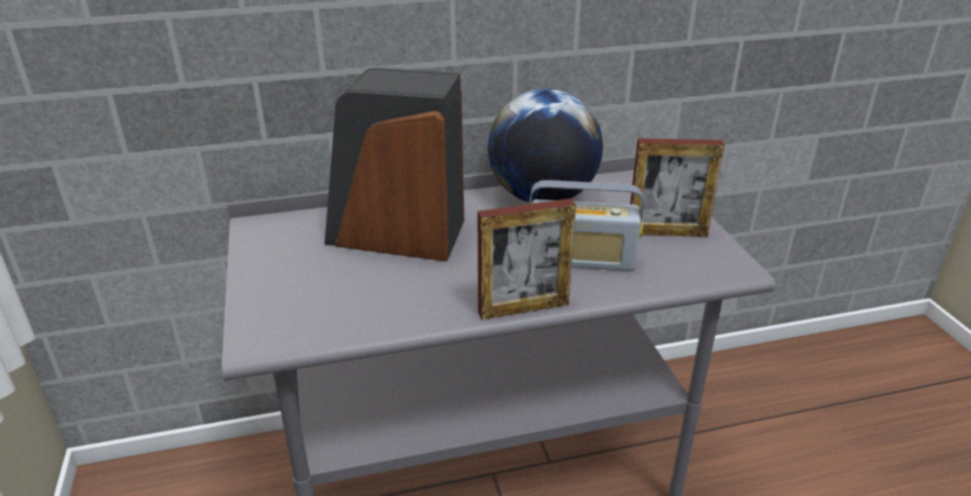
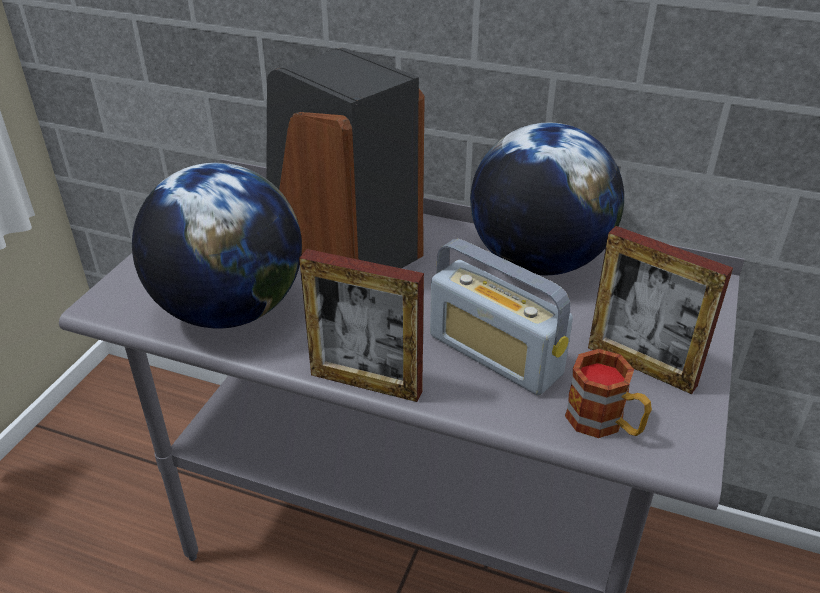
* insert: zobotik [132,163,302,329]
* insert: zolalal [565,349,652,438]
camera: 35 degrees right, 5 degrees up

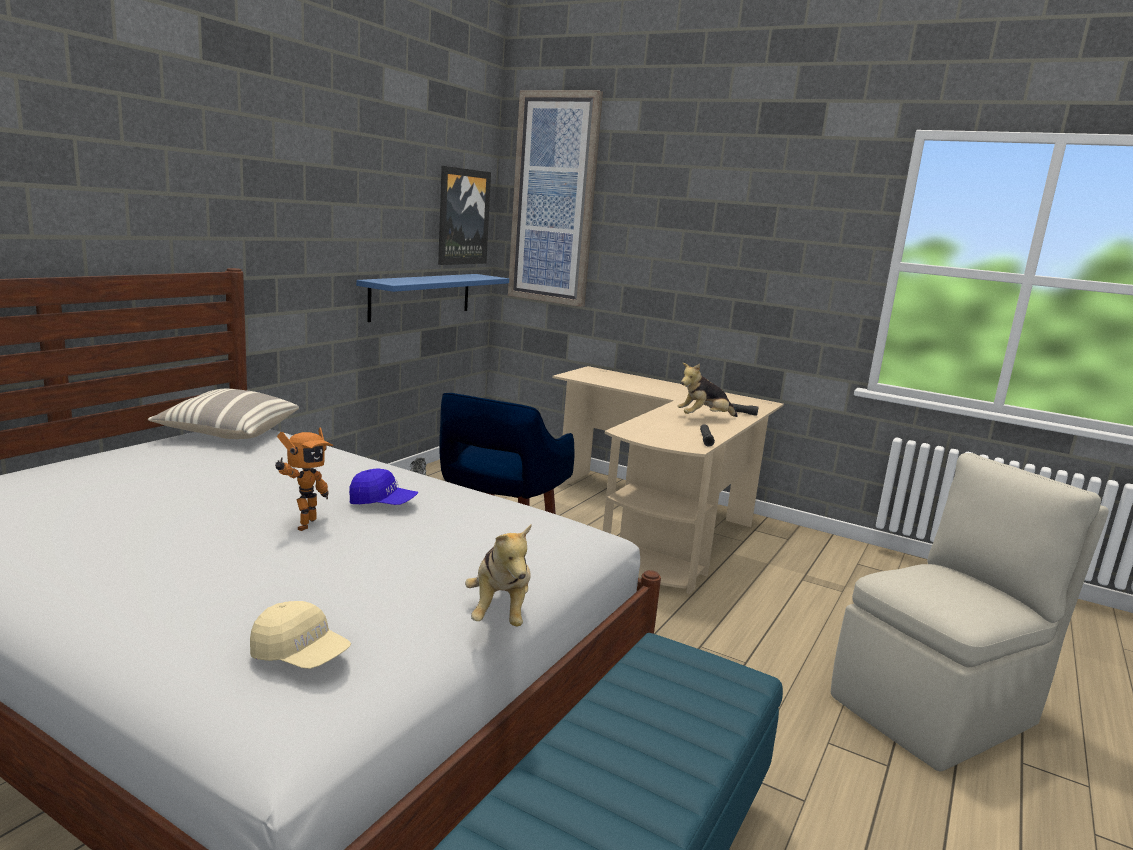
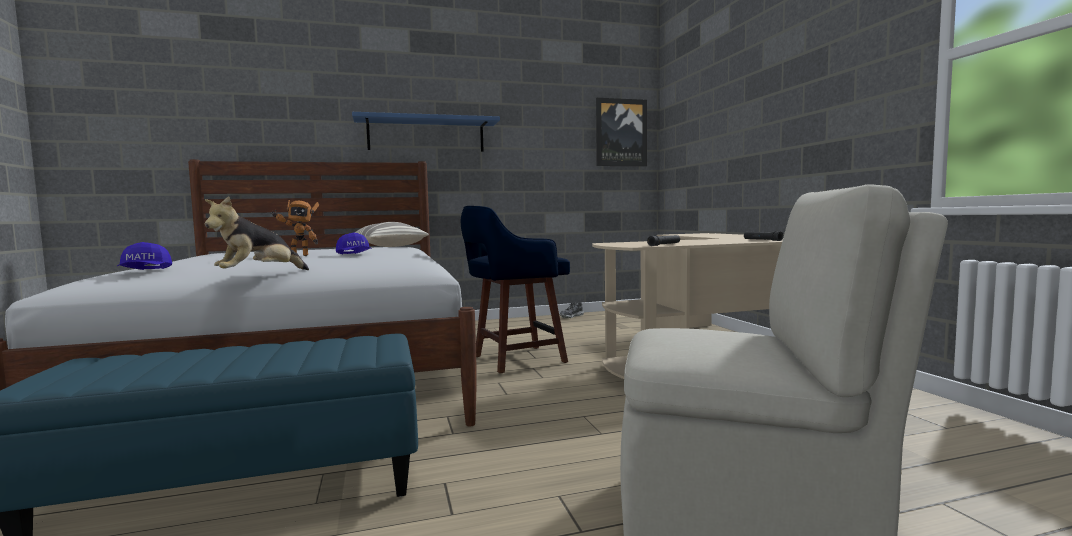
* recolor: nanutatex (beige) [250,601,351,669] to nanutatex (blue) [117,242,172,270]
* move: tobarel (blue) [356,274,509,322] to [352,112,500,152]
* delete: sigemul [508,91,603,307]
* delete: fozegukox [677,363,738,417]
camera: 45 degrees right, 10 degrees down

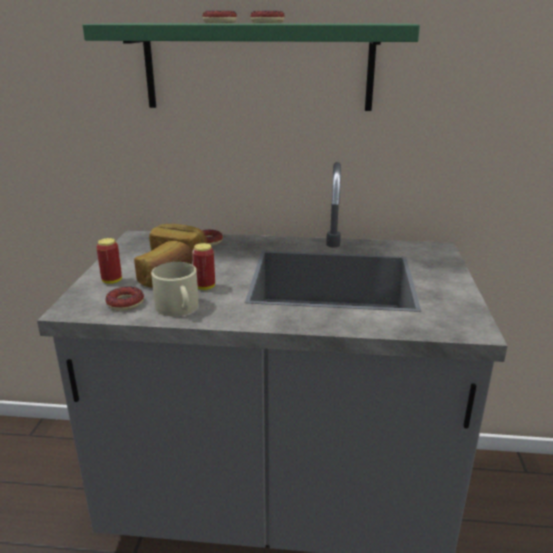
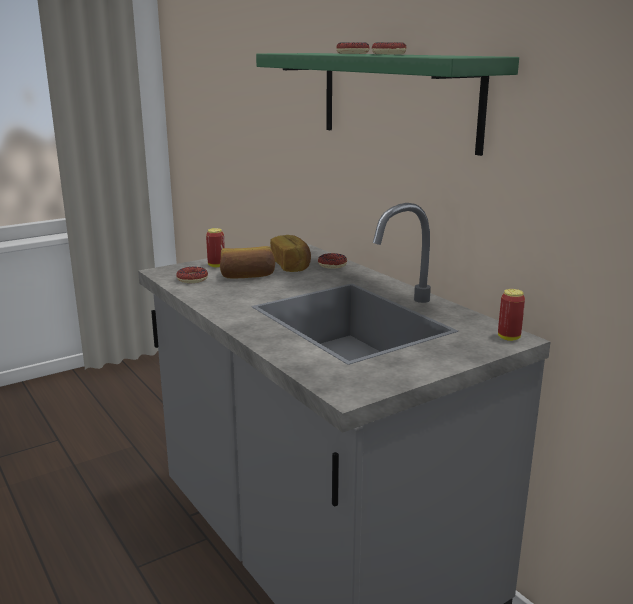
* move: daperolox [192,243,215,290] to [498,289,525,341]
* delete: zolalal (beige) [151,262,198,316]
camera: 50 degrees right, 5 degrees down

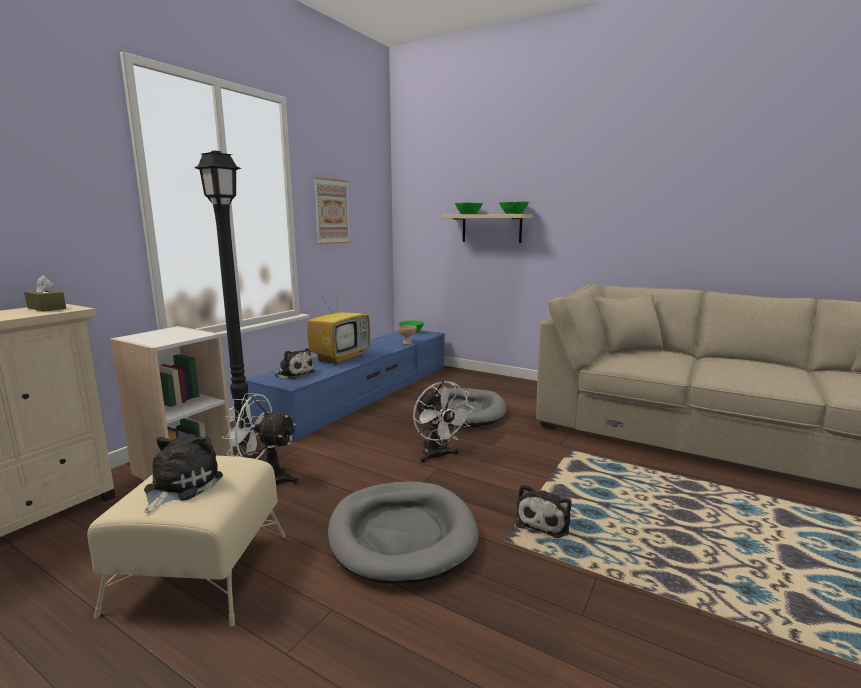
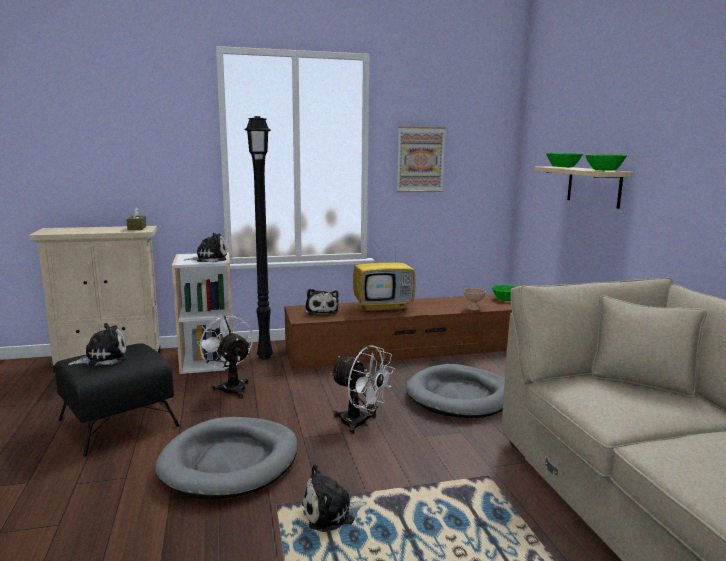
* recolor: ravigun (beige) [87,456,286,627] to ravigun (black) [55,343,180,457]
* insert: fozegukox [183,233,227,262]
* recolor: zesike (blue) [245,330,445,441] to zesike (brown) [284,295,512,369]
* rotate: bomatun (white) [413,381,475,463] = [330,345,395,434] 75 degrees counterclockwise
camera: 45 degrees right, 0 degrees up

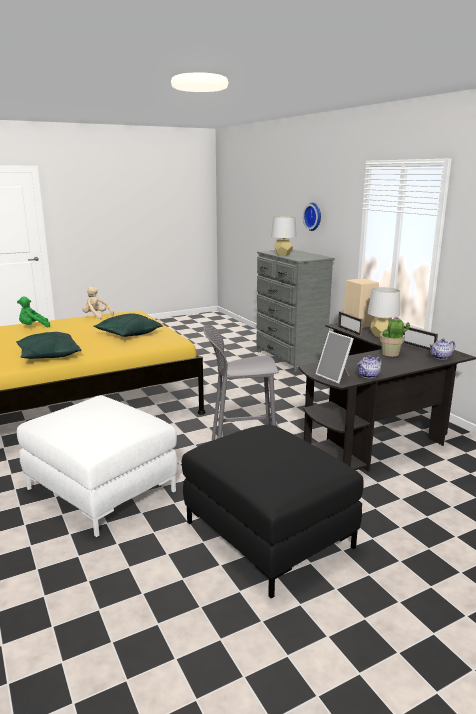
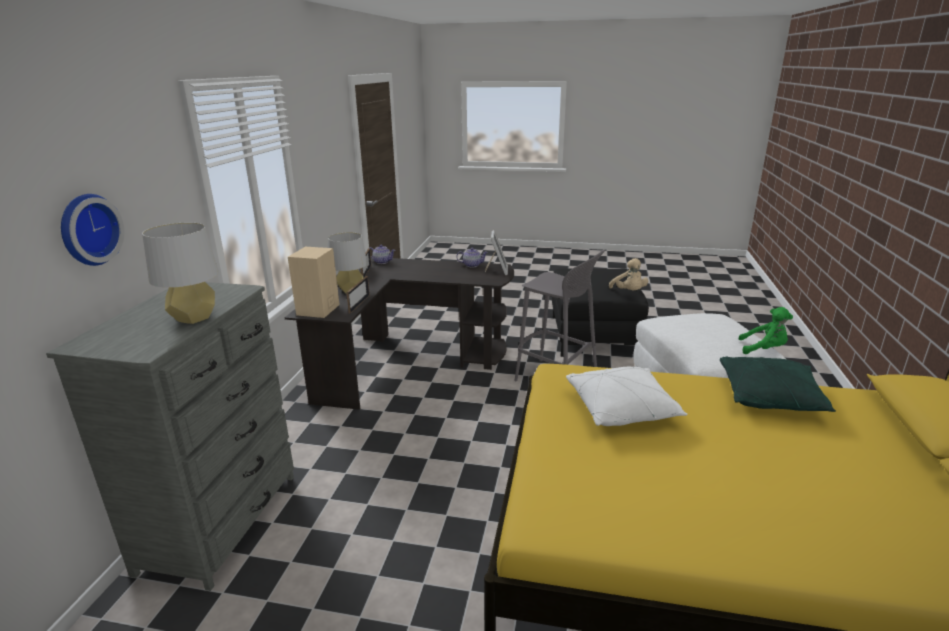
* recolor: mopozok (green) [93,313,163,337] to mopozok (white) [566,367,688,426]
* move: fozegukox (beige) [82,287,114,319] to [609,258,648,290]
* move: fozegukox (green) [17,297,50,327] to [738,307,793,354]
* delete: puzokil [380,316,410,357]
camera: 140 degrees left, 5 degrees up

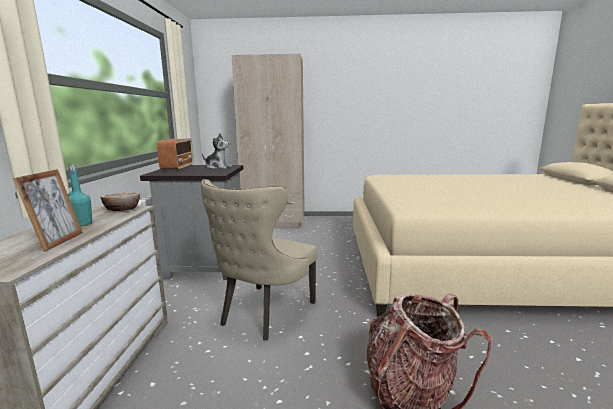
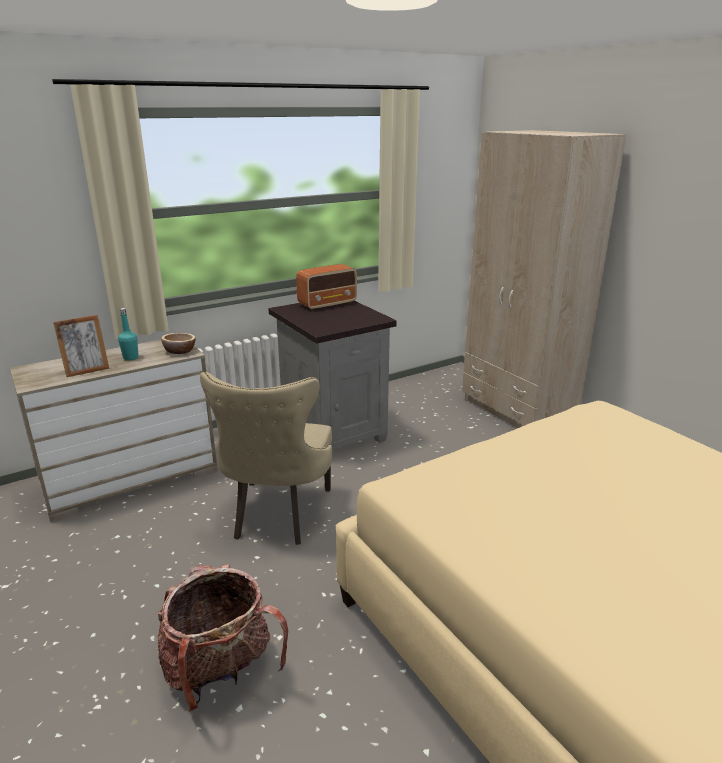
* rotate: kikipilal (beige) [201,179,317,341] = [200,371,332,545] 75 degrees counterclockwise
* delete: fozegukox [202,133,232,169]
camera: 55 degrees right, 10 degrees up

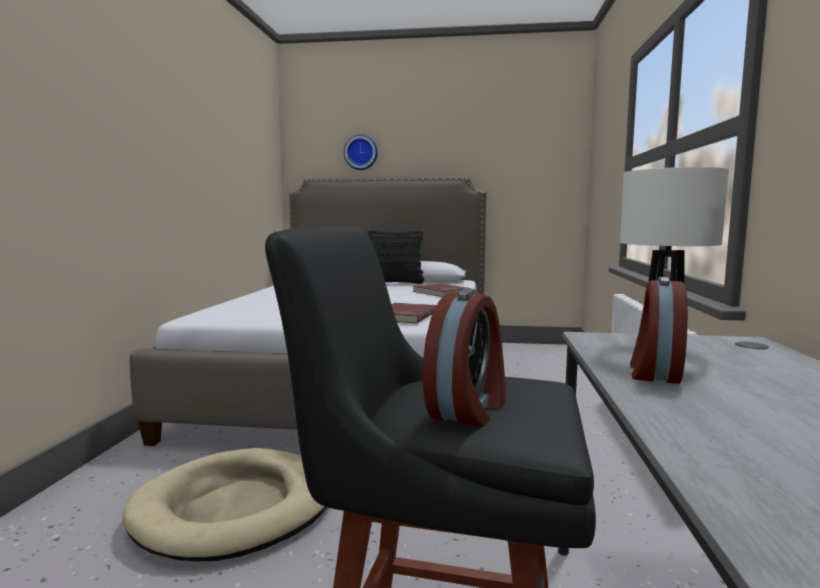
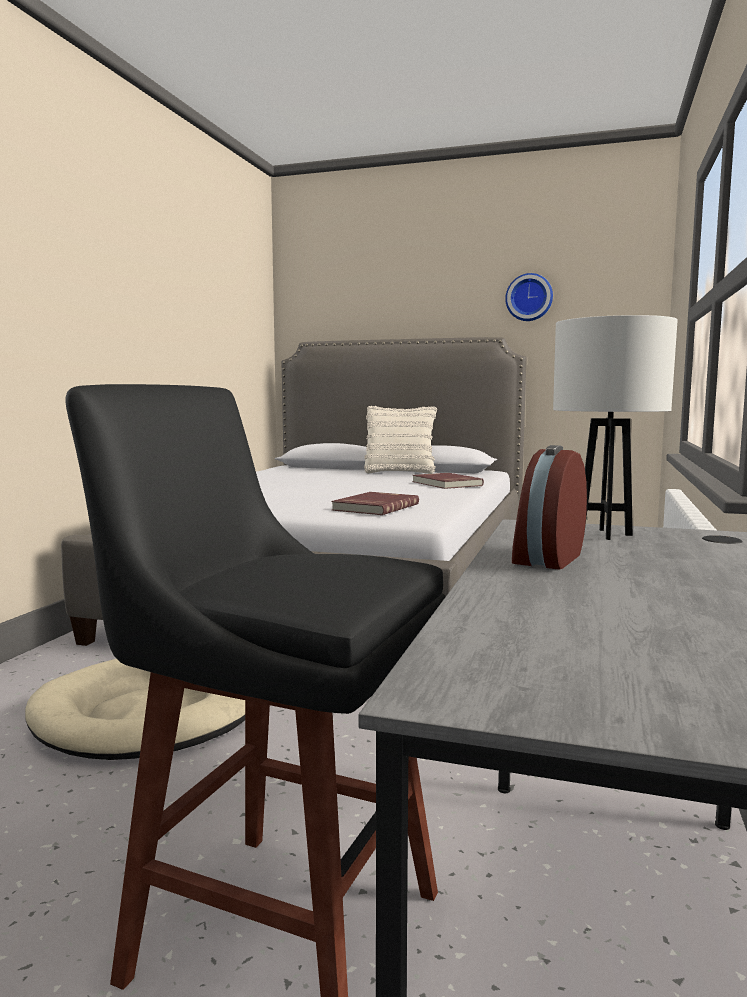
* recolor: mopozok (black) [368,230,425,284] to mopozok (beige) [364,405,437,474]
* move: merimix [344,135,378,170] to [505,273,553,321]
* delete: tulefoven [423,288,506,427]
camera: 10 degrees right, 0 degrees up

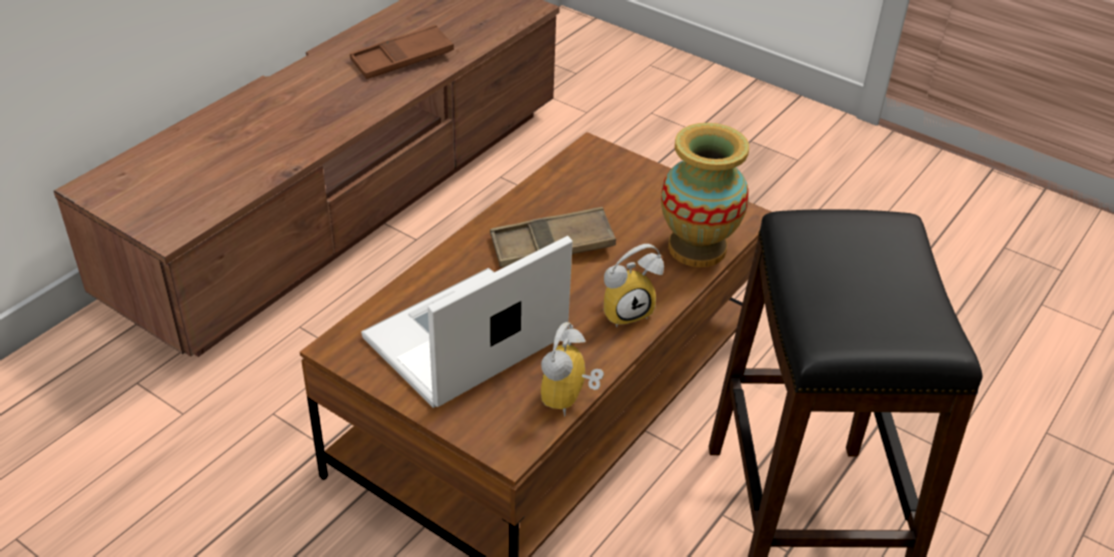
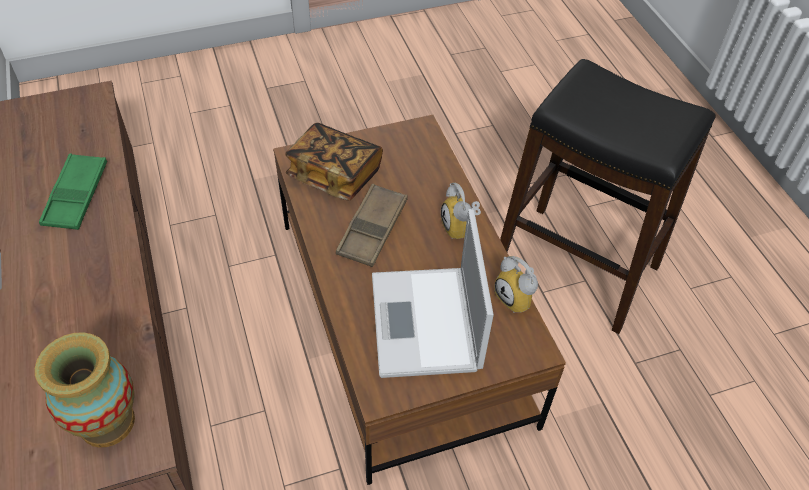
* move: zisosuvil [661,123,749,267] to [35,332,135,448]
* recolor: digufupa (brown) [350,25,454,79] to digufupa (green) [39,153,107,230]
* insert: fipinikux [285,123,383,201]
* rotate: tulefoven [604,244,664,327] = [441,183,481,239] 150 degrees clockwise
camera: 55 degrees left, 10 degrees up

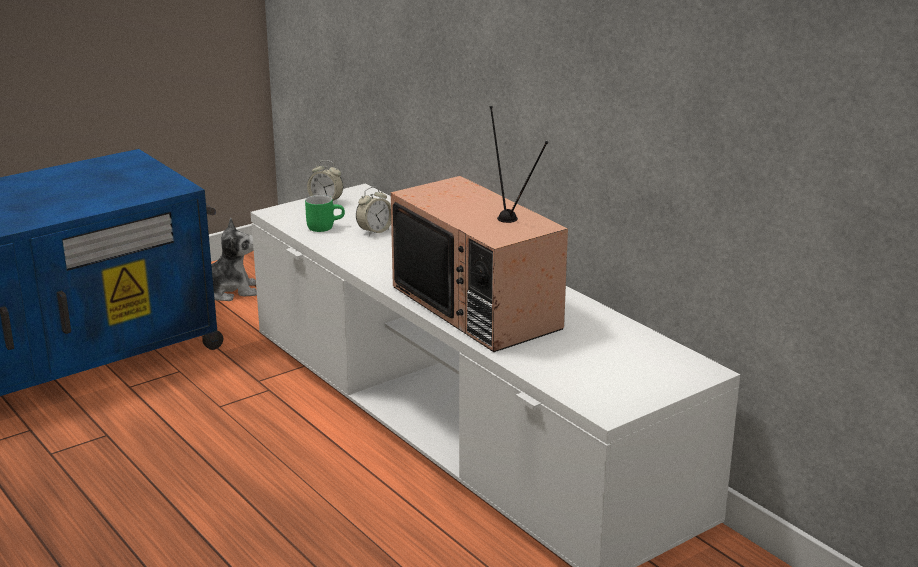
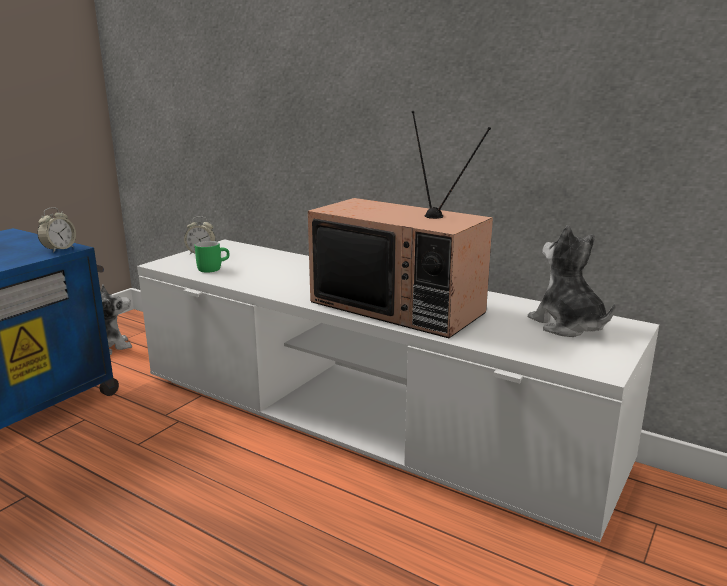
* move: tulefoven [356,187,391,236] to [37,207,76,253]
* insert: fozegukox [528,225,616,337]
camera: 20 degrees left, 5 degrees down

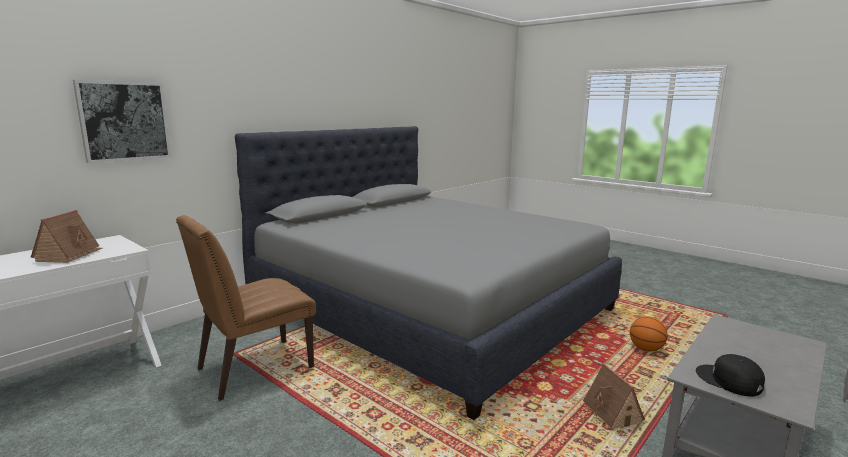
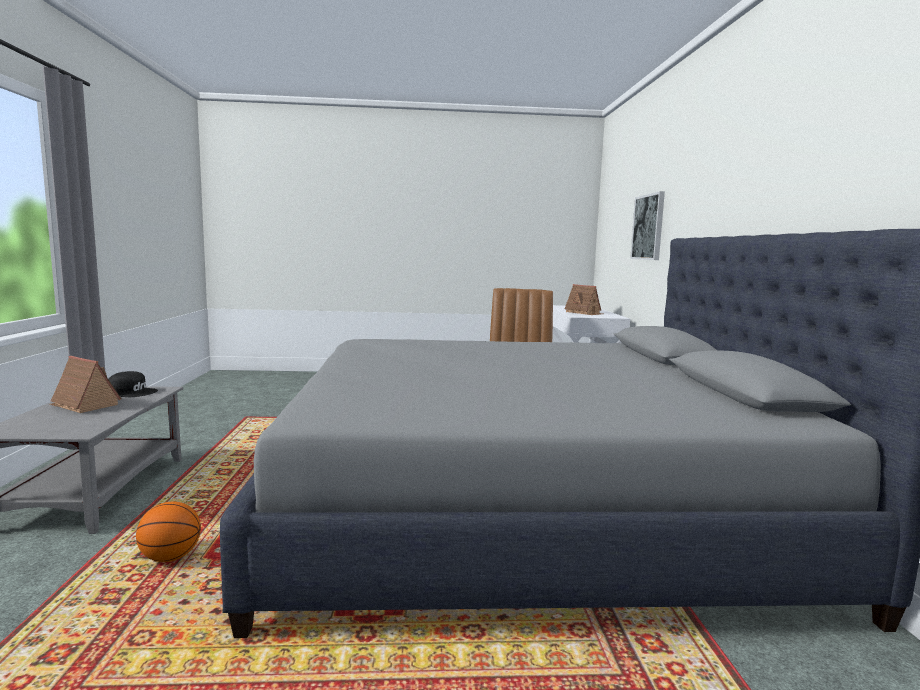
* move: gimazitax [583,363,645,429] to [50,356,121,413]
camera: 135 degrees right, 5 degrees down

